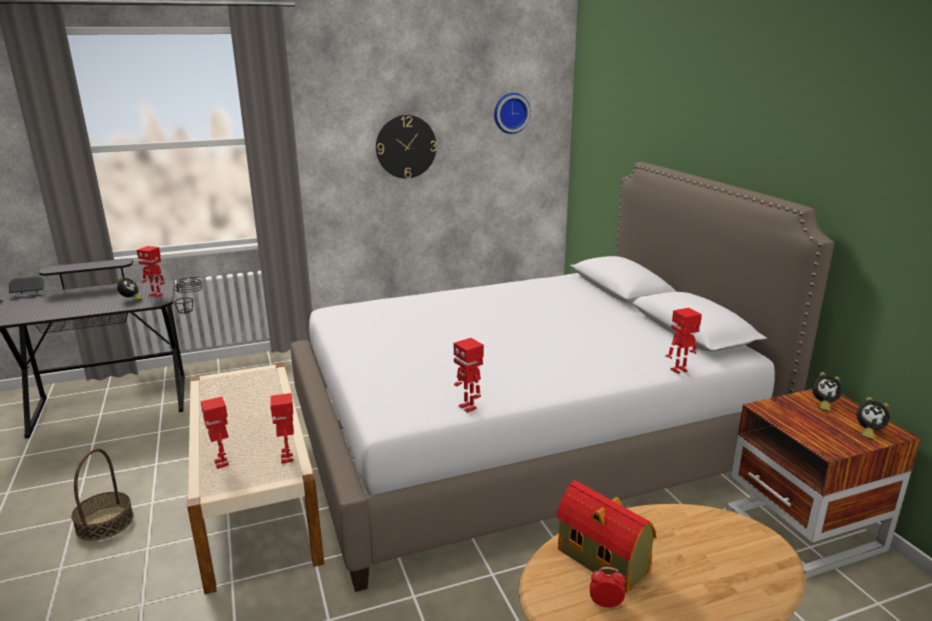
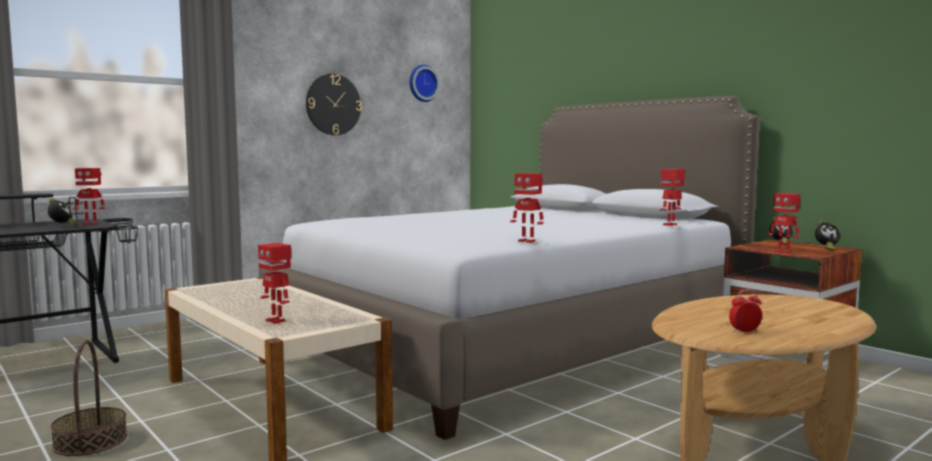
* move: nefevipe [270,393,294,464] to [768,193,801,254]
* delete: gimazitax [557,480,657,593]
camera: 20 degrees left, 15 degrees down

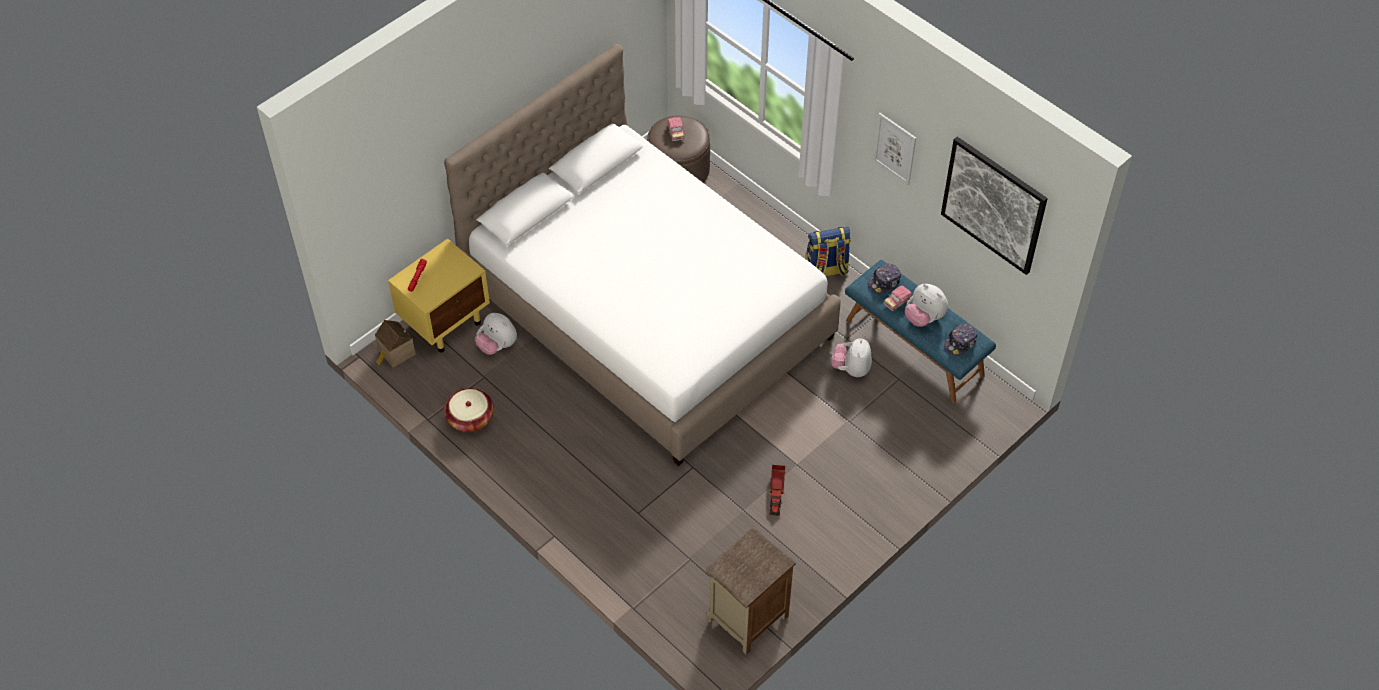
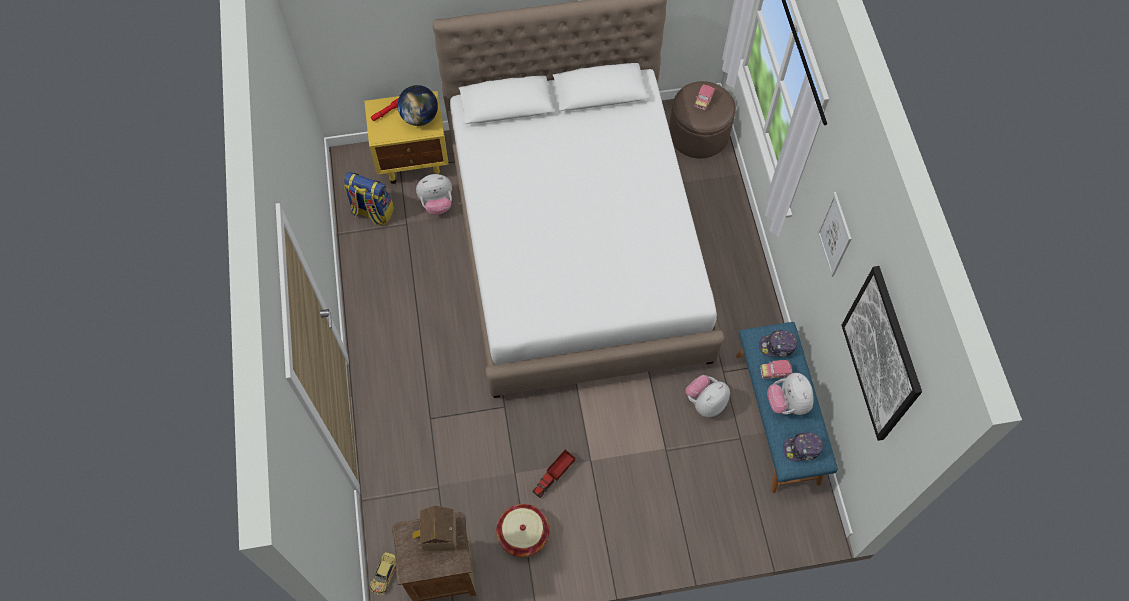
* move: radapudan [805,227,851,277] to [344,172,394,225]
* insert: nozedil [370,552,396,595]
* insert: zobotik [397,85,438,126]
* move: gimazitax [375,320,416,368] to [413,506,456,551]
* rotate: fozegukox [475,313,517,355] = [416,174,452,215] 90 degrees counterclockwise
* move: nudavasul [444,388,494,432] to [496,504,549,557]
camera: 35 degrees right, 10 degrees up

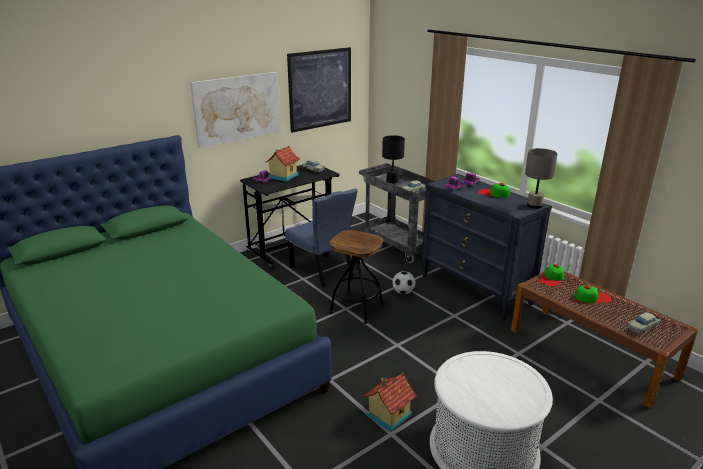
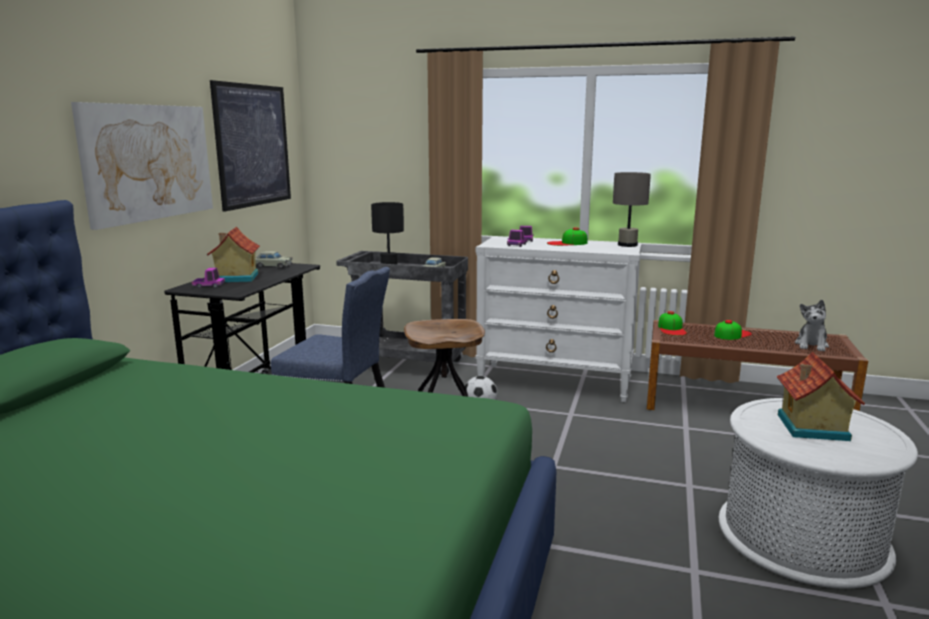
* recolor: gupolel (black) [421,174,552,320] to gupolel (white) [475,236,642,402]
* move: gimazitax [363,373,417,432] to [777,351,865,441]
* replace: nozedil (beige) [626,312,661,335] to fozegukox [795,300,829,351]
camera: 35 degrees left, 10 degrees down

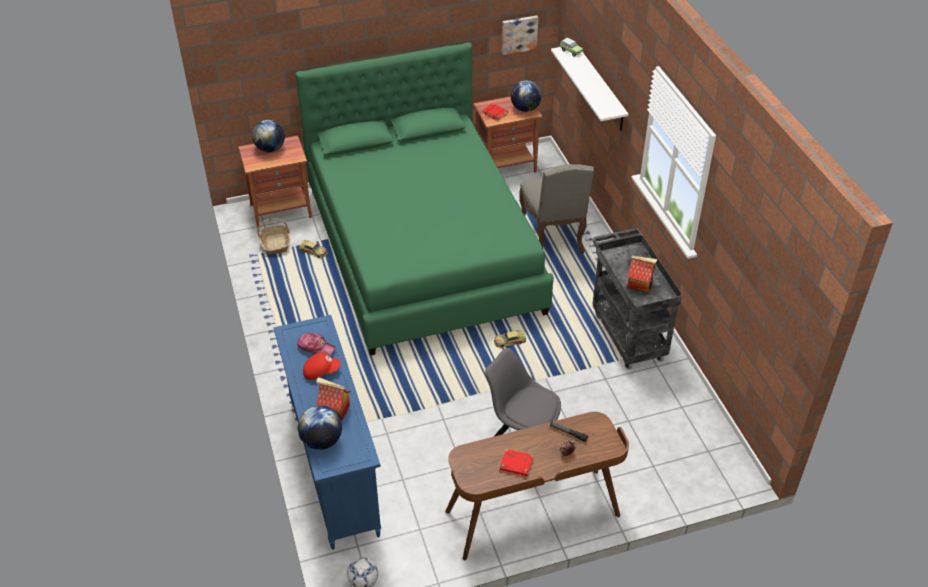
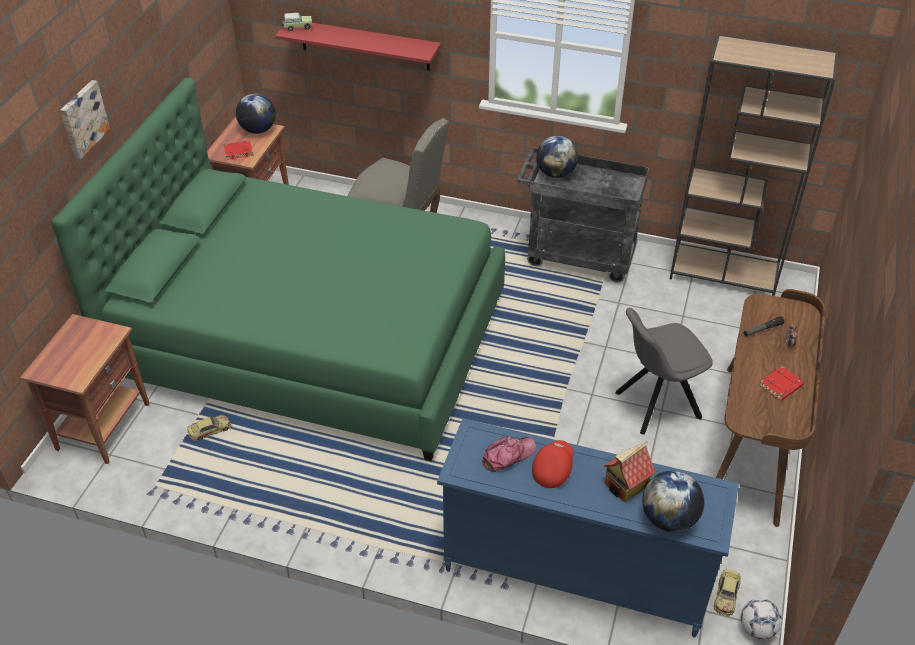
* move: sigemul [502,16,538,55] to [60,80,110,160]
* recolor: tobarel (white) [551,47,628,131] to tobarel (red) [275,23,441,71]
* move: zobotik [252,120,285,152] to [536,135,578,178]
* insert: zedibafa [670,34,838,296]
* move: nozedil [494,331,526,348] to [714,569,741,616]
* delete: nudavasul [257,218,290,255]
* delete: gimazitax [627,256,657,293]
camera: 55 degrees left, 0 degrees up

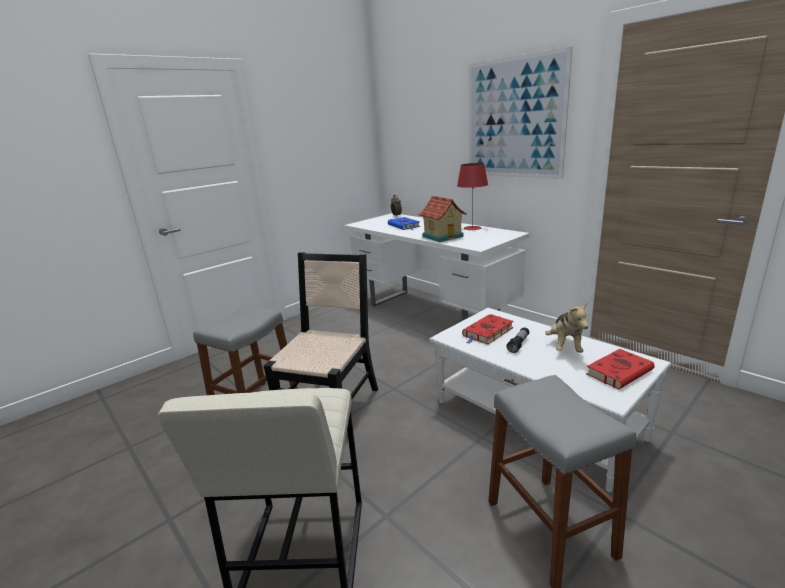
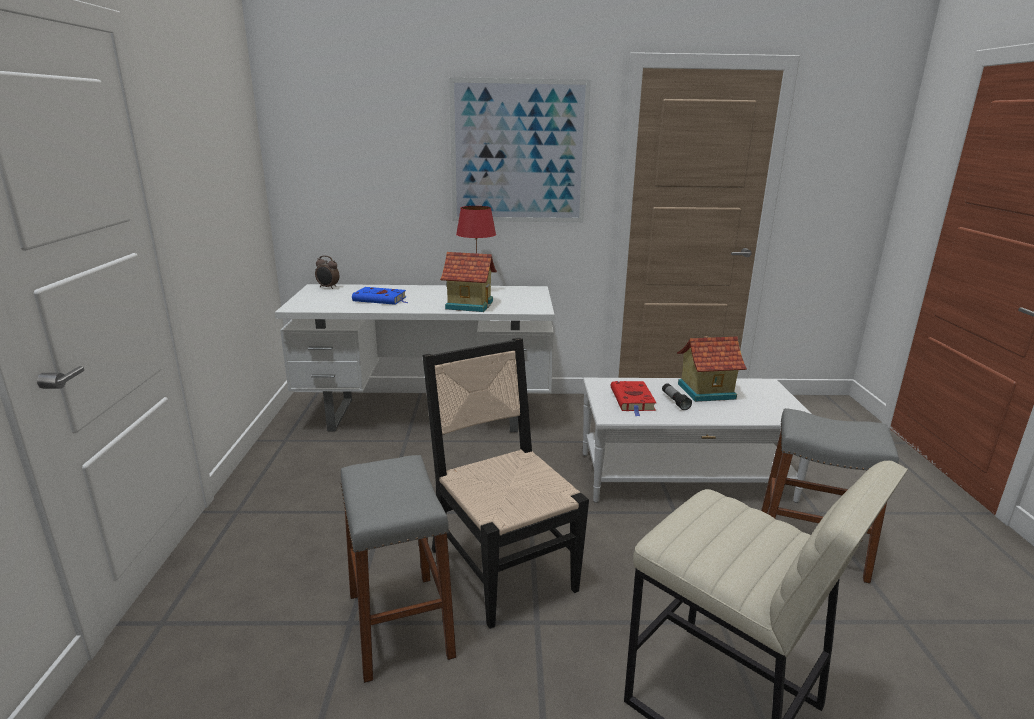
* replace: fozegukox [545,302,588,353] to gimazitax [677,336,747,402]
* delete: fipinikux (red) [586,349,655,389]
camera: 50 degrees left, 0 degrees up

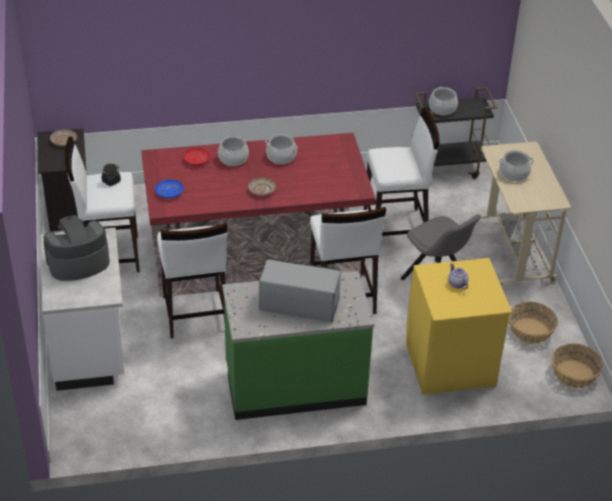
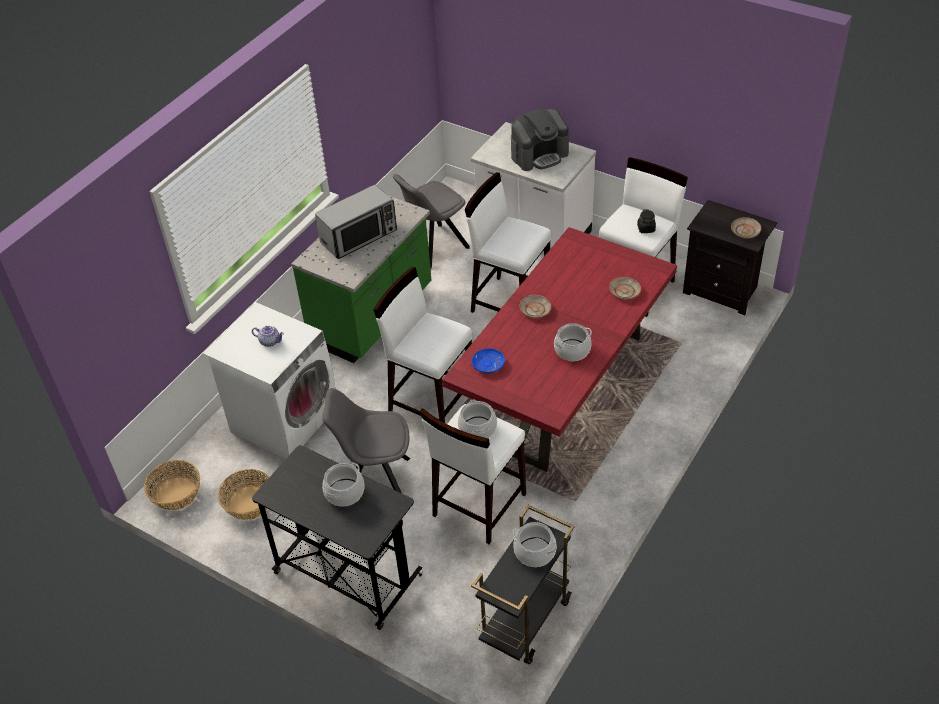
* recolor: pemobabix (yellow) [406,258,512,395] to pemobabix (white) [203,302,335,459]
* recolor: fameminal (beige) [471,142,571,287] to fameminal (black) [252,445,422,630]
* insert: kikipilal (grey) [393,174,470,269]
* move: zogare [218,136,249,166] to [458,400,497,438]
* move: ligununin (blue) [155,179,184,198] to [472,348,505,373]
* rotate: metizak [43,215,110,281] = [511,109,569,171] 45 degrees clockwise
* recolor: ligununin (red) [183,148,211,166] to ligununin (beige) [609,277,641,300]
camera: 135 degrees right, 5 degrees up

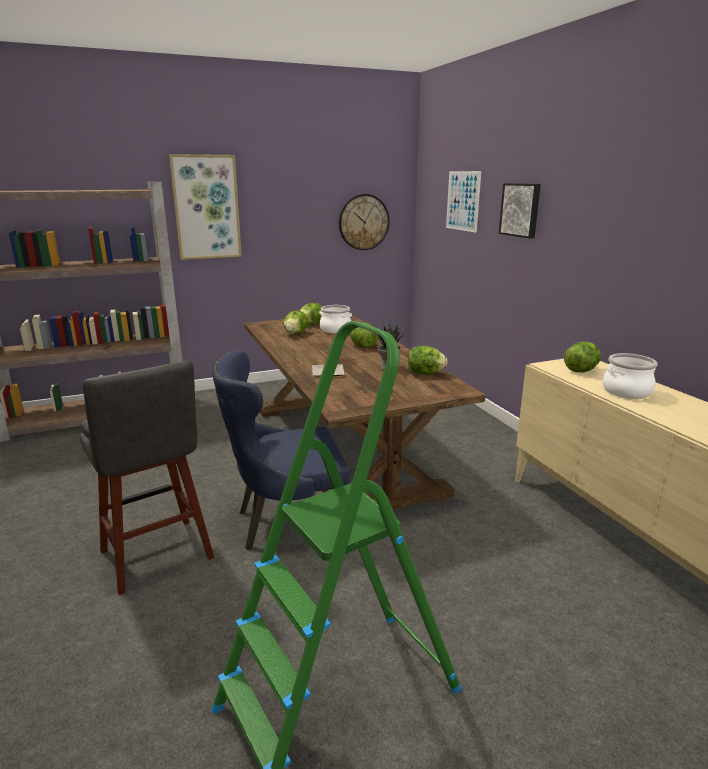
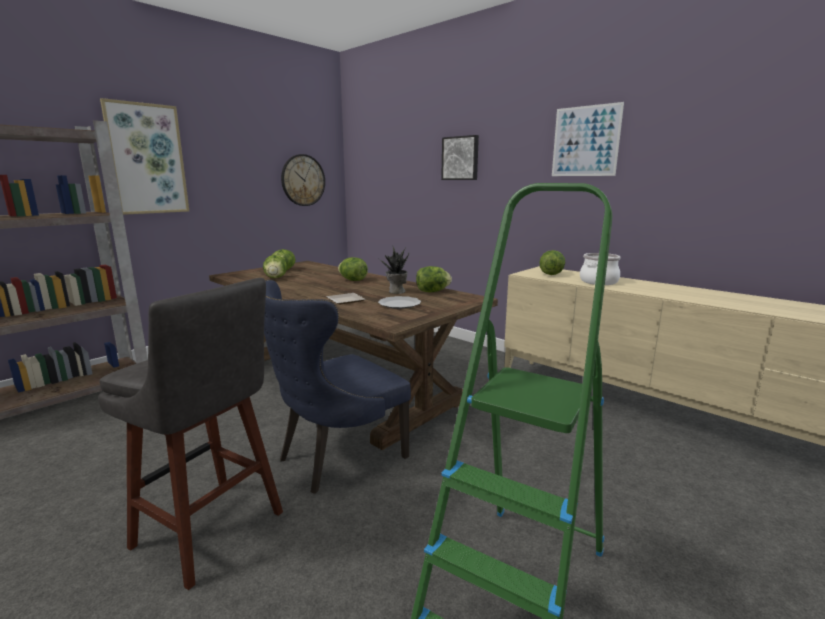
* insert: ligununin [378,296,421,309]
* move: sigemul [446,171,481,233] to [552,102,624,176]
* delete: zogare [319,305,352,334]
camera: 25 degrees left, 5 degrees down

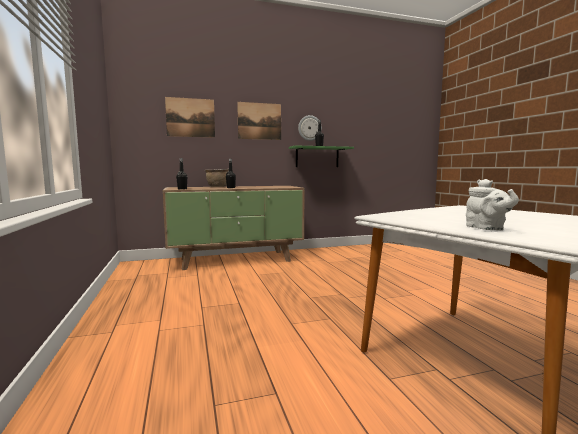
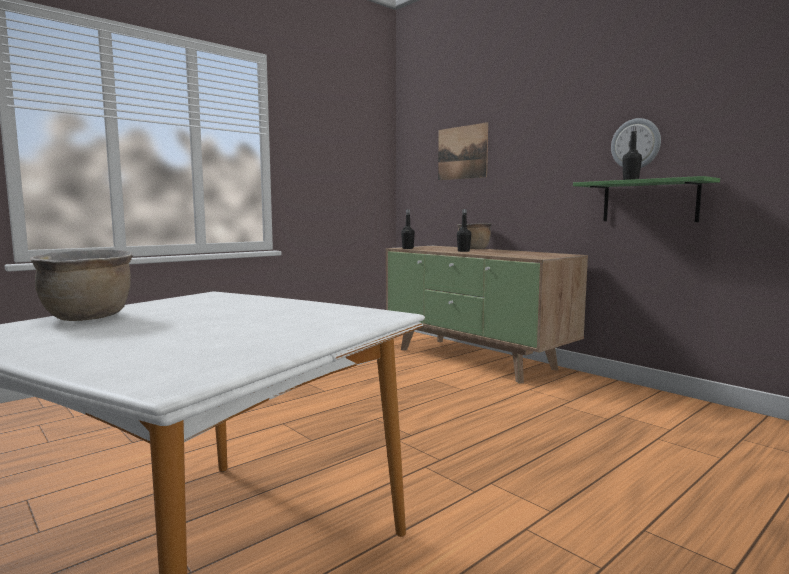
* replace: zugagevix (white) [466,179,519,231] to zogare (brown) [30,249,134,321]
* delete: sigemul [237,102,281,140]
camera: 65 degrees right, 0 degrees up

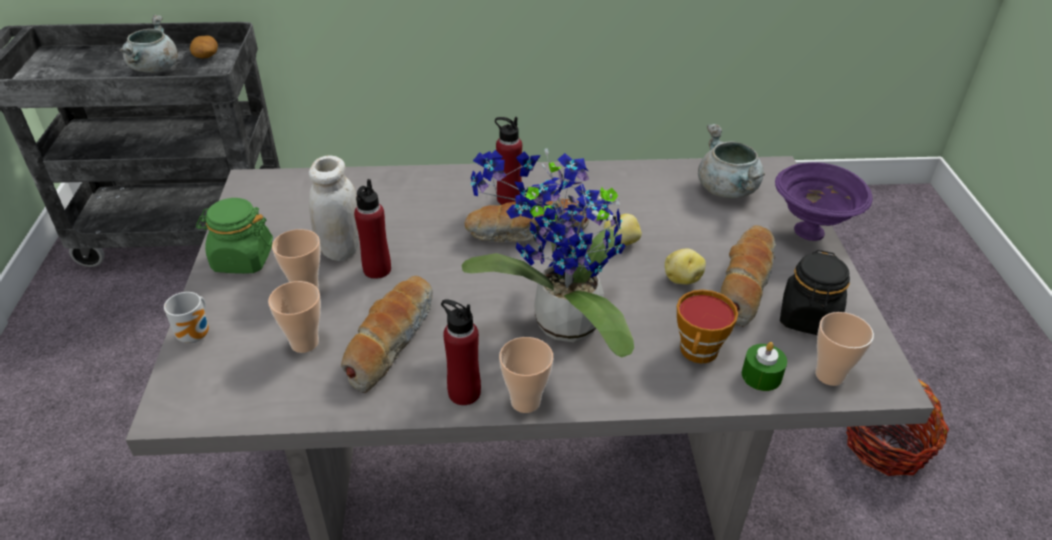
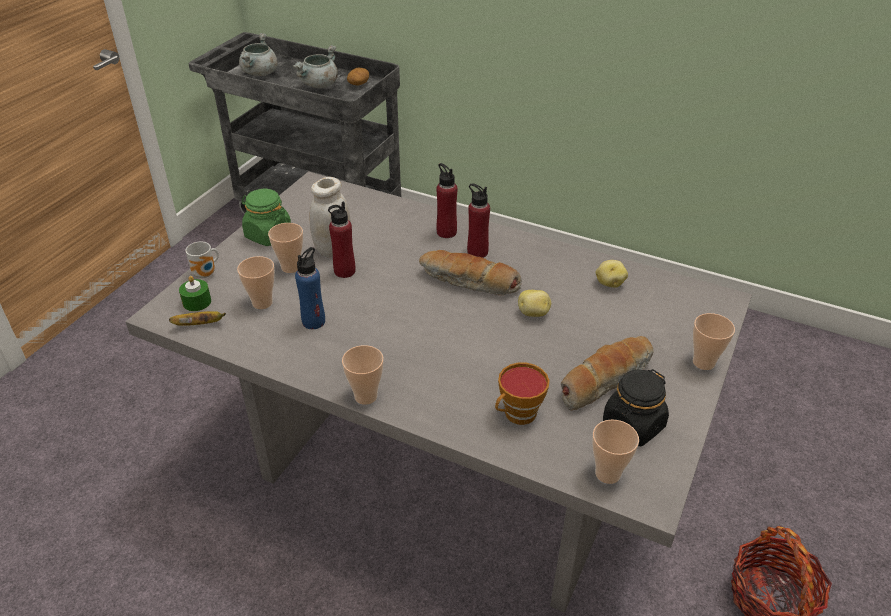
* insert: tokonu [169,311,226,326]
* move: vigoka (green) [742,342,787,391] to [179,276,211,311]
* move: zogare (grey) [698,124,765,198] to [239,33,278,76]
* replace: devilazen [341,276,433,393] to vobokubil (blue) [295,247,325,329]
* move: vobokubil (red) [441,299,481,405] to [436,163,458,238]
* move: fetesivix [665,248,706,285] to [596,260,628,288]
* replace: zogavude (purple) [775,162,873,241] to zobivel [693,313,735,370]
* delete: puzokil [462,148,634,357]
camera: 30 degrees right, 0 degrees up

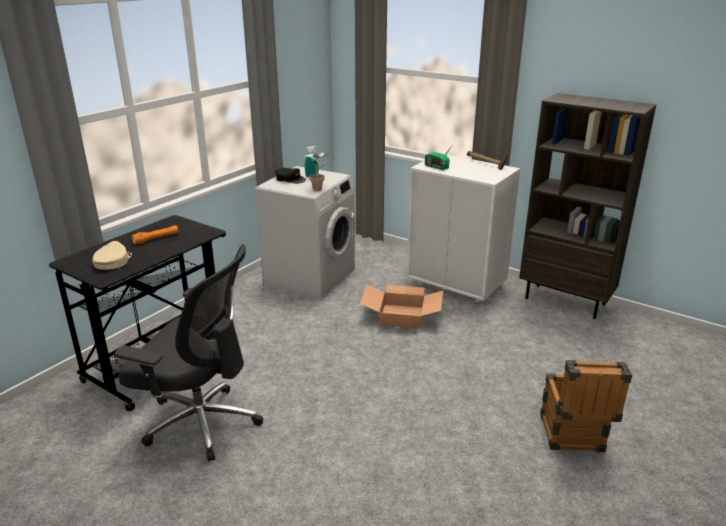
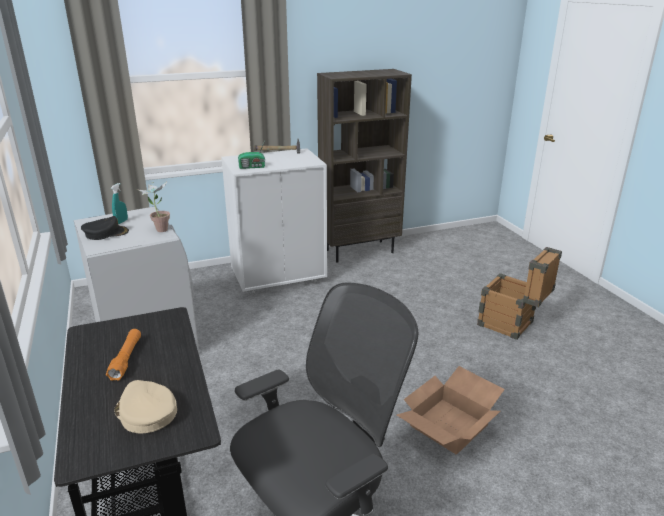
* move: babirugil [360,285,443,329] to [397,366,505,454]
camera: 55 degrees left, 0 degrees up

